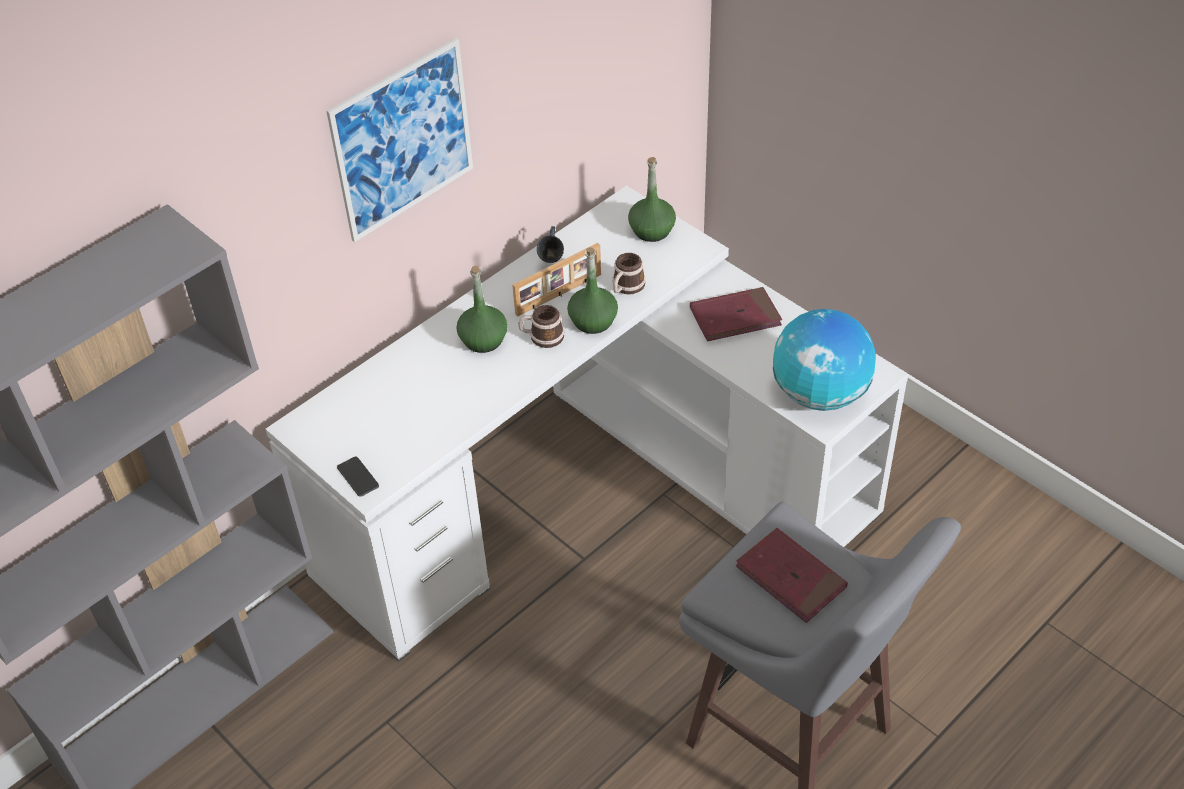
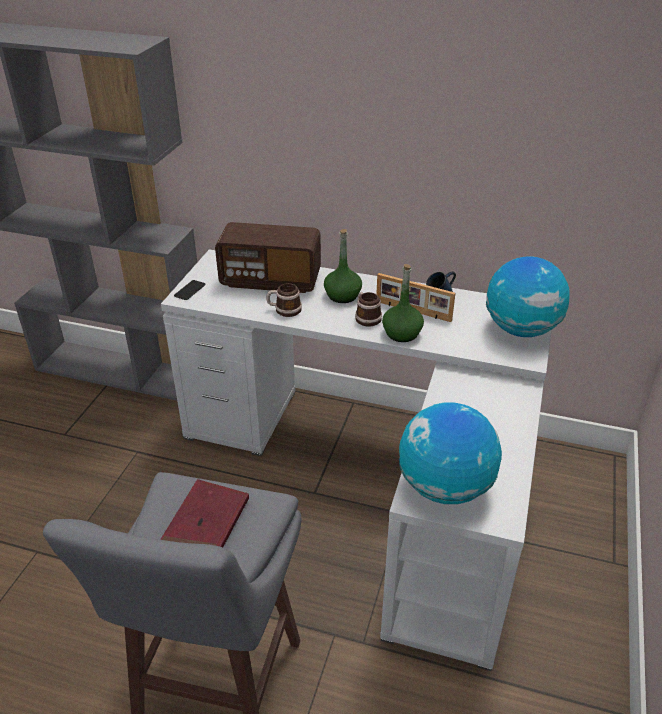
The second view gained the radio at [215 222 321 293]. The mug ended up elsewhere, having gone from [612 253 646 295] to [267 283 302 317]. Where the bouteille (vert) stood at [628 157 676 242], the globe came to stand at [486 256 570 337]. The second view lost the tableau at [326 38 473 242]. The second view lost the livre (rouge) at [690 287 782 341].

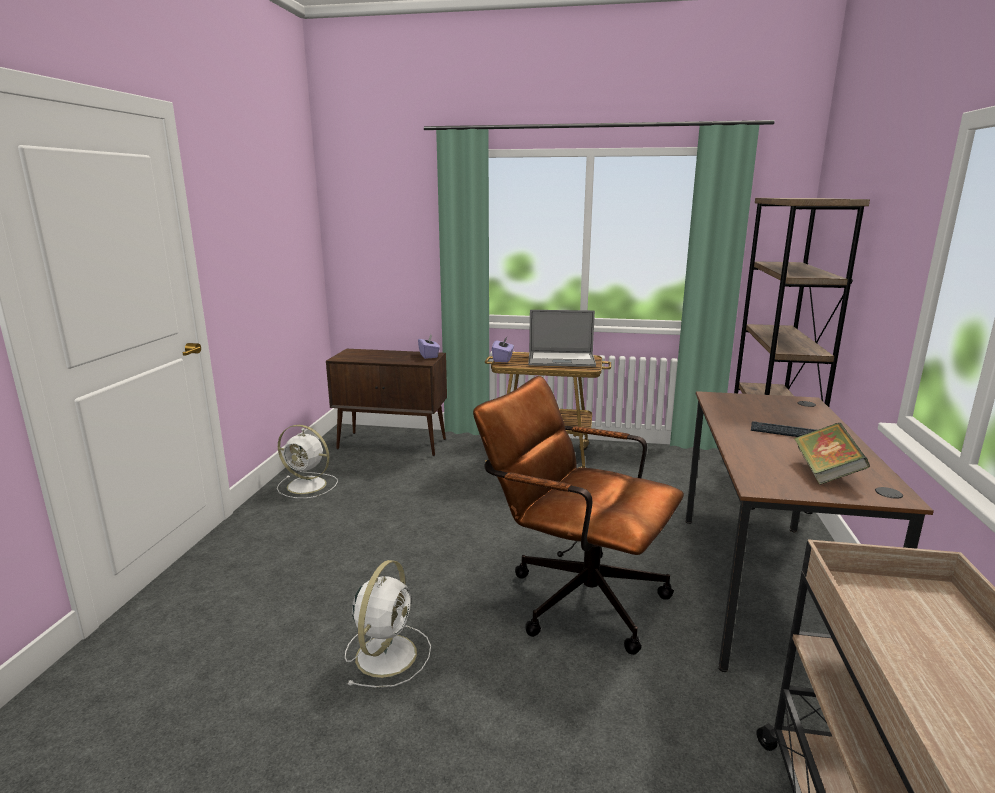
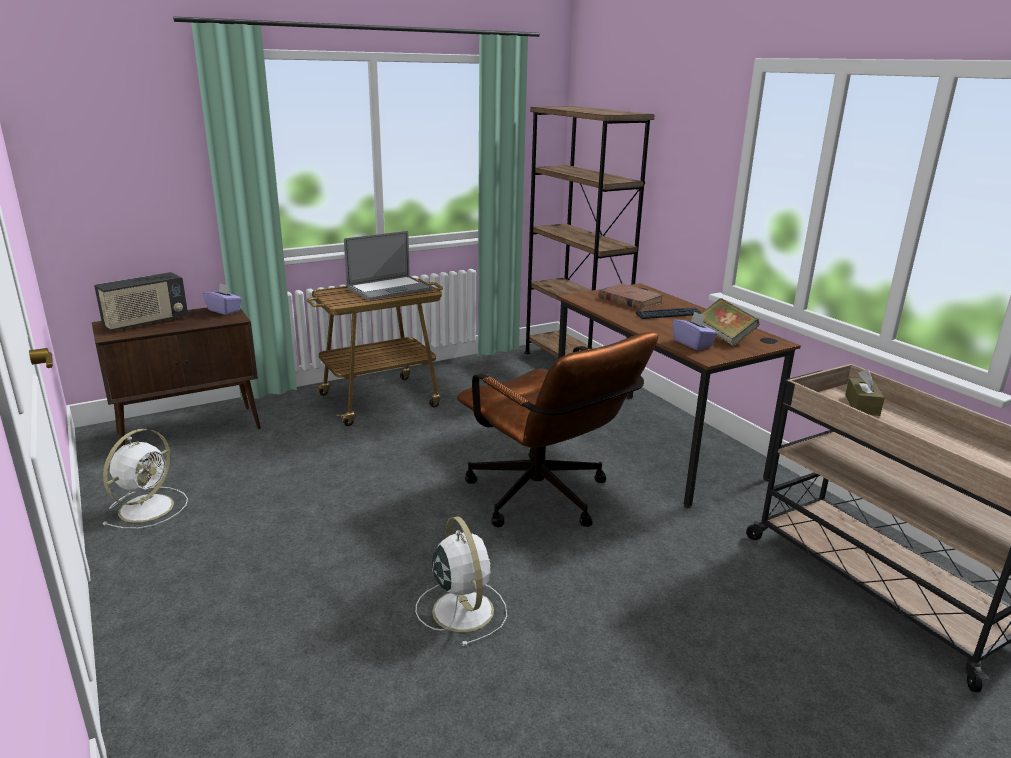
The second view gained the radio at [94 272 188 331]. The ventilateur (blanc) at [277 425 338 498] ended up facing another way, 45 degrees counterclockwise from before. The chaise de bureau (marron) at [473 376 684 655] ended up facing another way, 120 degrees counterclockwise from before. The second view gained the livre (marron) at [598 284 663 310]. The boîte à mouchoirs (violet) ended up elsewhere, having gone from [492 336 514 362] to [672 311 718 350]. The second view gained the boîte à mouchoirs (marron) at [845 369 885 416].

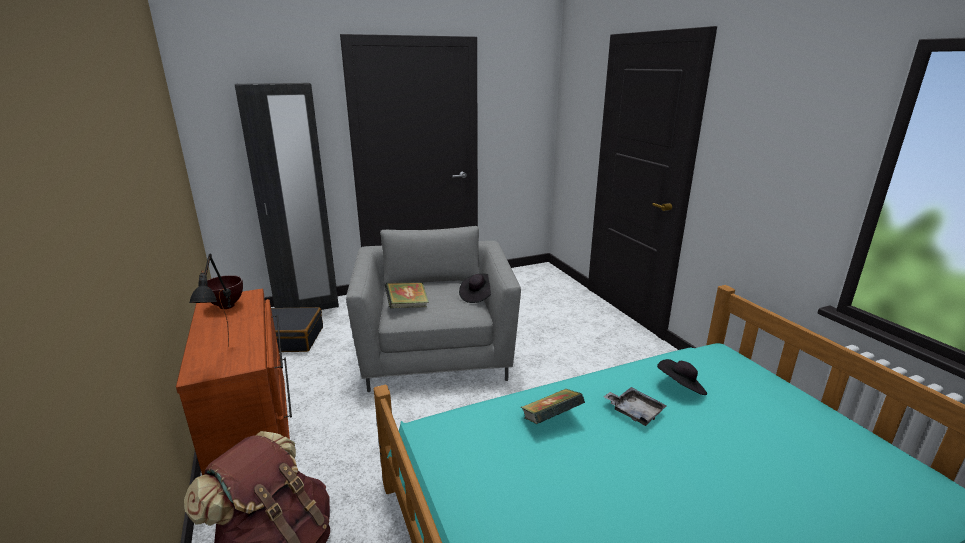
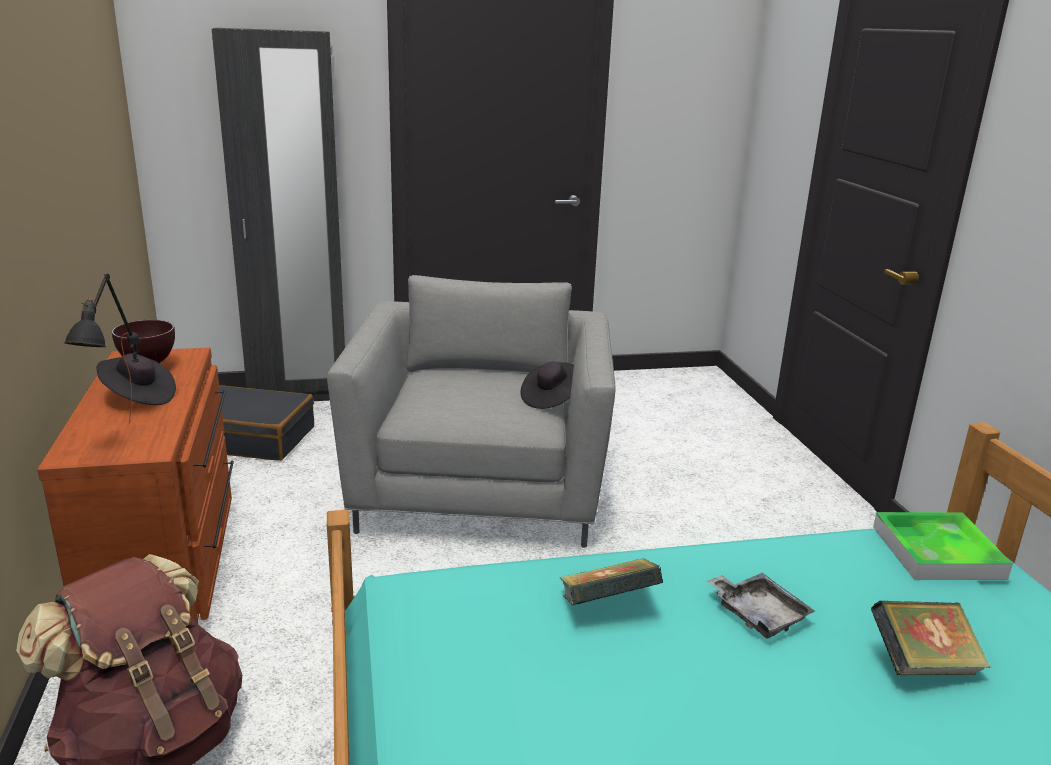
The chapeau (noir) ended up elsewhere, having gone from [657 359 707 395] to [97 353 176 405]. The livre ended up elsewhere, having gone from [385 282 429 308] to [871 601 991 675]. The second view gained the plateau at [873 512 1013 580].

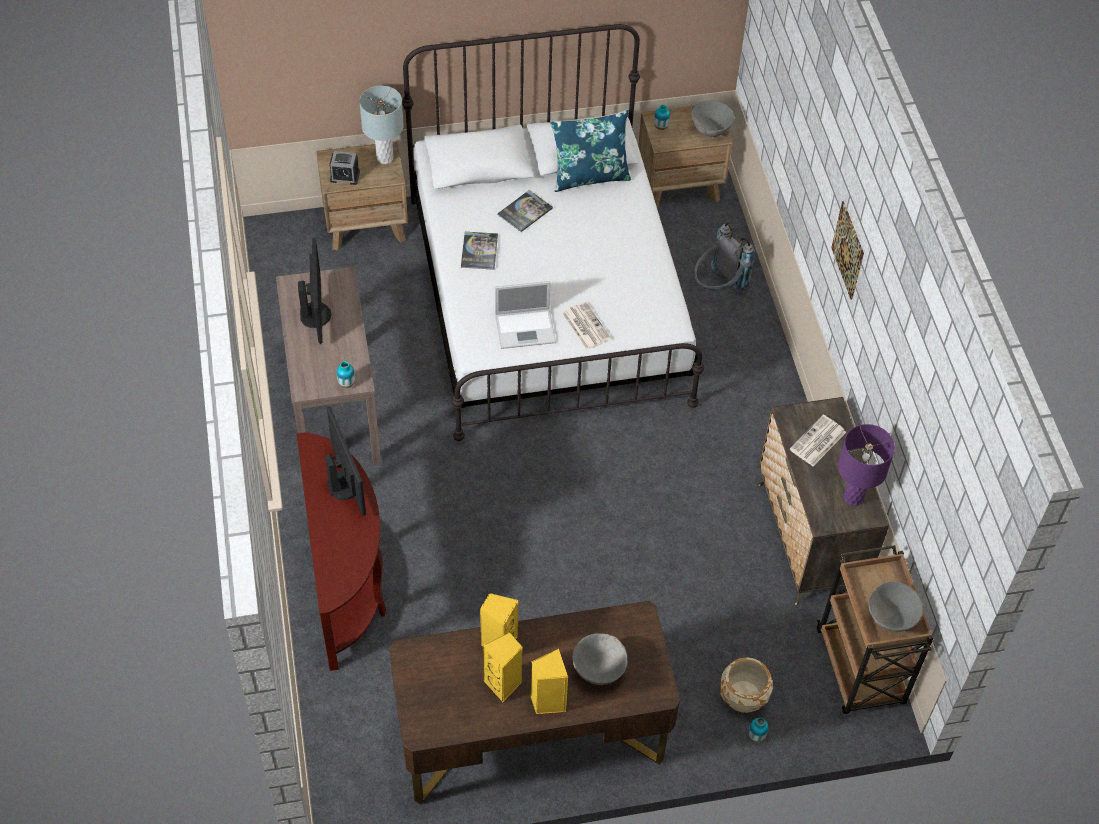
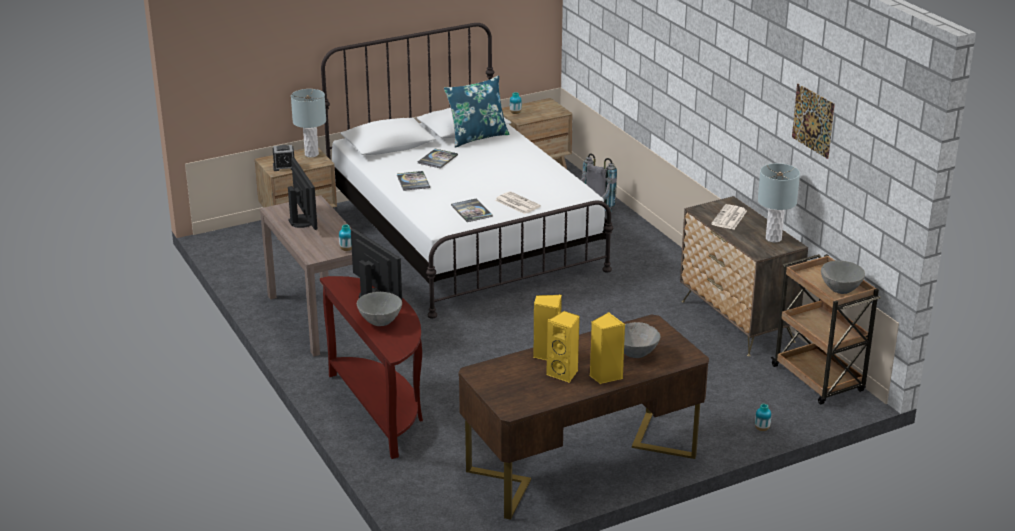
The bol (gris) ended up elsewhere, having gone from [691 100 734 137] to [357 292 402 326]. Where the ordinateur portable stood at [495 281 556 349], the livre came to stand at [451 198 493 222]. What was the lampe de table (violet) at [838 424 895 506] turned into the lampe de table (gris) at [758 163 800 242]. The tableau ended up elsewhere, having gone from [831 201 864 300] to [792 84 835 159]. The second view lost the cache-pot (beige) at [720 657 773 713].

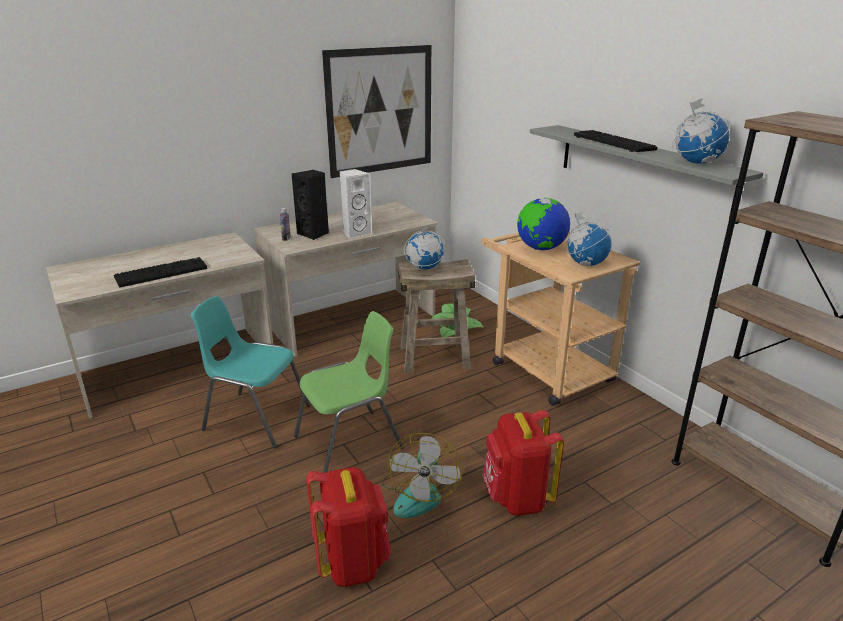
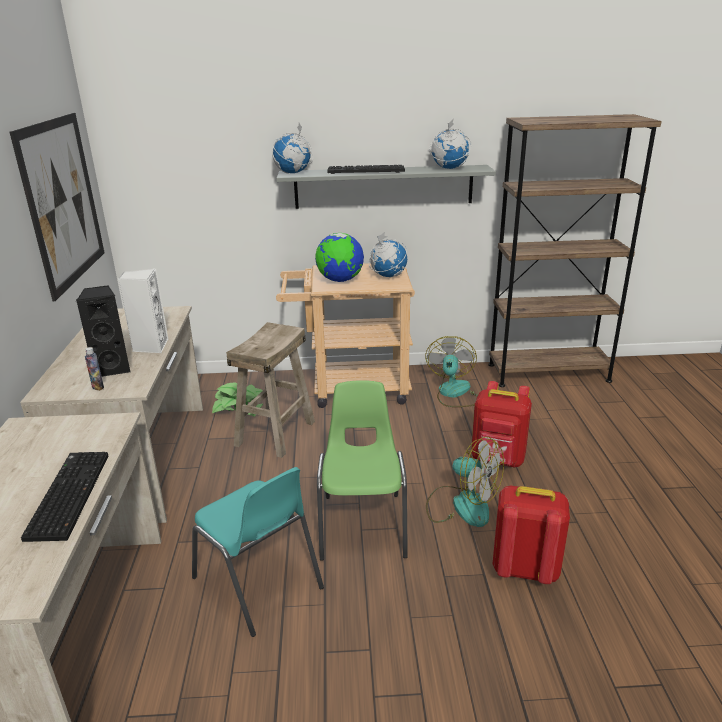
The chaise (turquoise) at [191 296 310 448] ended up facing another way, 90 degrees counterclockwise from before. The globe ended up elsewhere, having gone from [404 226 446 270] to [272 123 313 174]. The second view gained the ventilateur at [425 336 478 407].

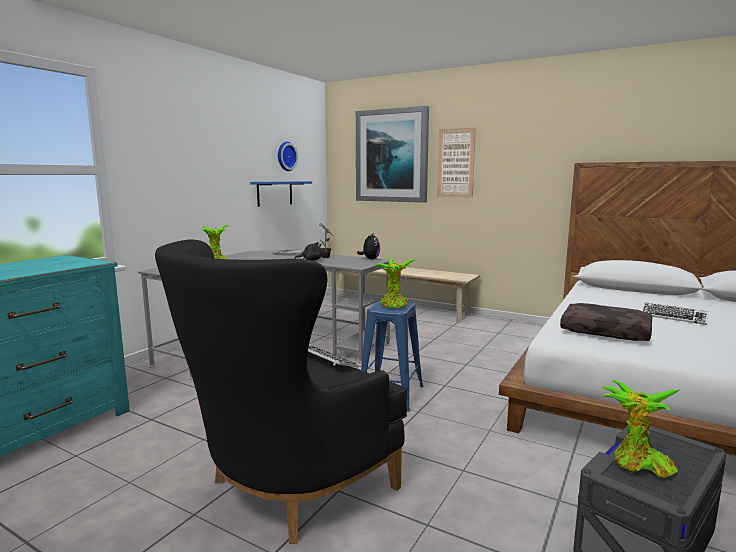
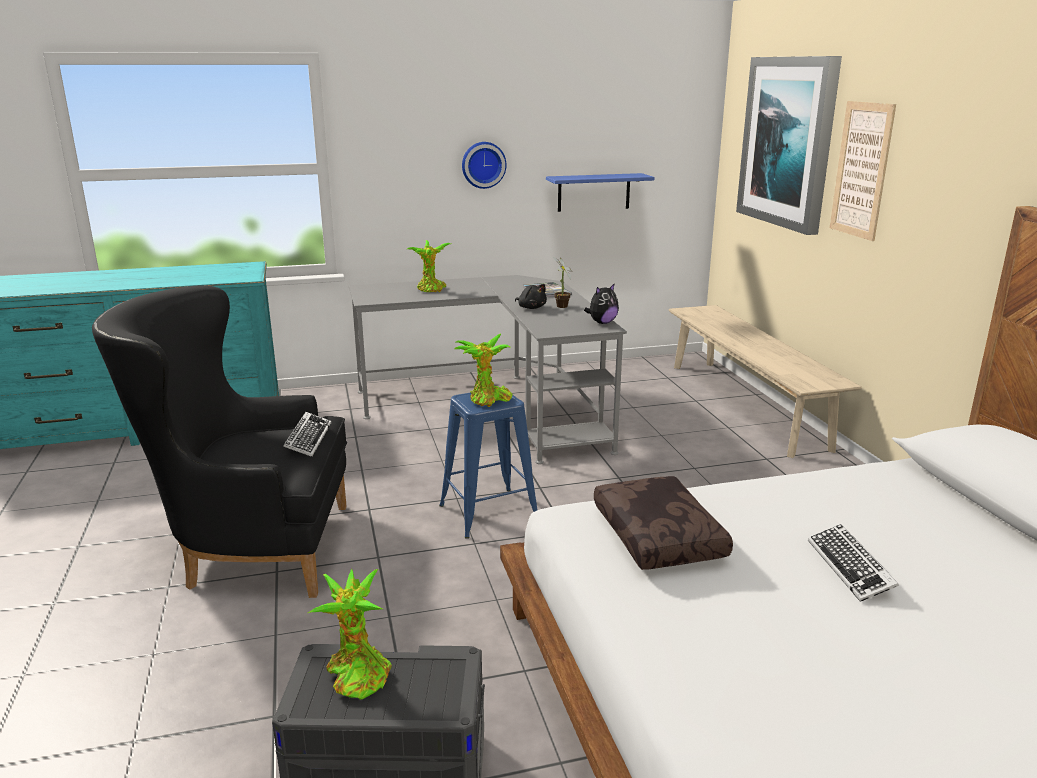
The horloge murale ended up elsewhere, having gone from [278 142 298 171] to [462 142 506 189].

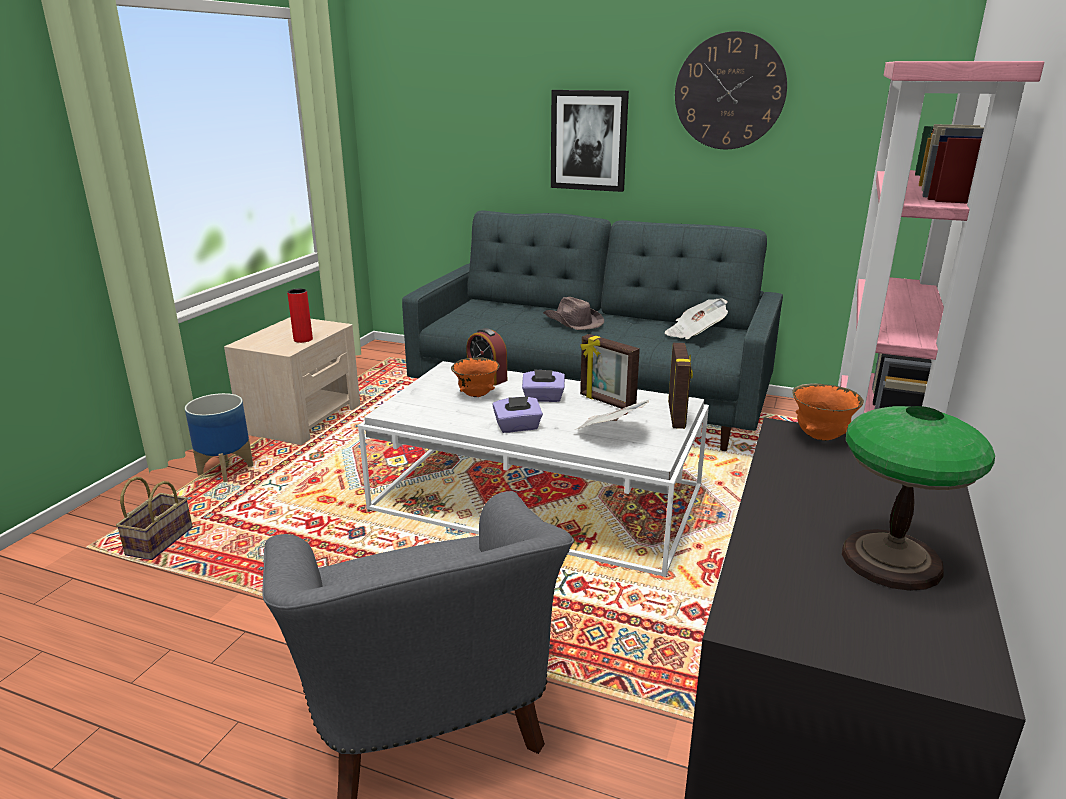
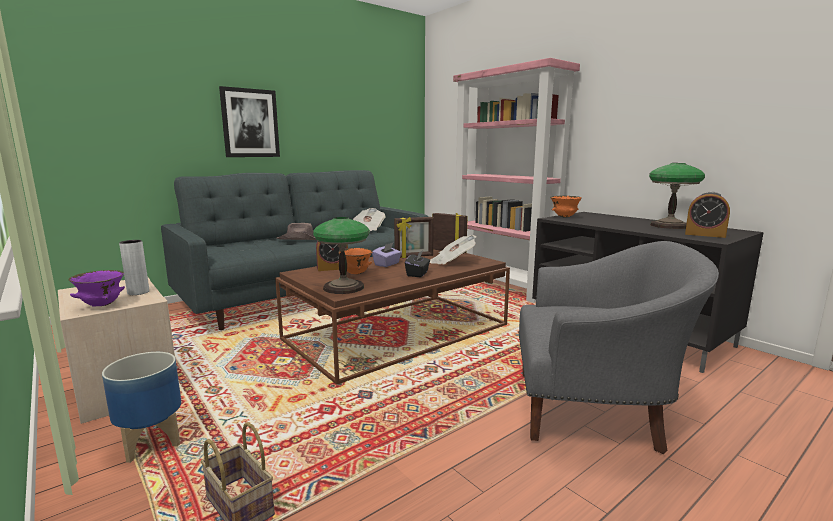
The second view gained the bol (violet) at [69 270 125 307]. What was the vase (rouge) at [287 289 313 343] turned into the vase (gris) at [119 240 149 295]. What was the table basse (blanc) at [358 361 709 577] turned into the table basse (marron) at [275 249 510 385]. The second view gained the lampe de table at [313 217 370 294]. What was the boîte à mouchoirs (violet) at [493 396 543 433] turned into the boîte à mouchoirs (noir) at [405 251 430 277]. The second view gained the réveil at [685 191 730 238]. The second view lost the horloge murale at [675 31 787 149].

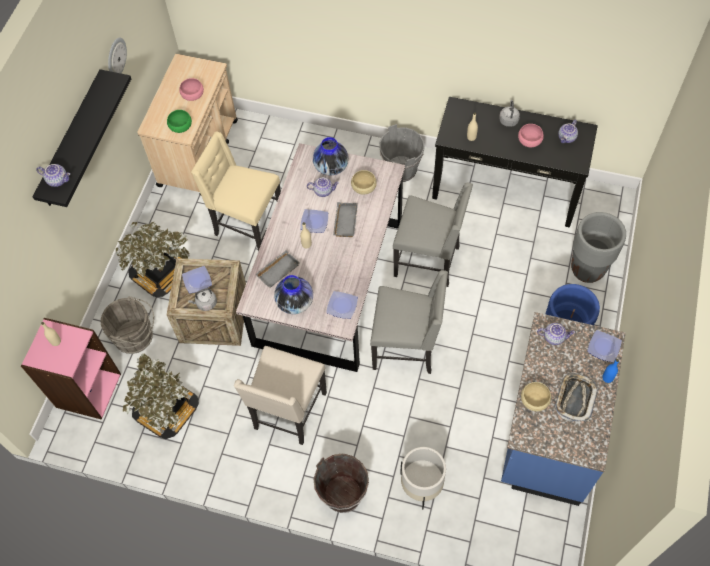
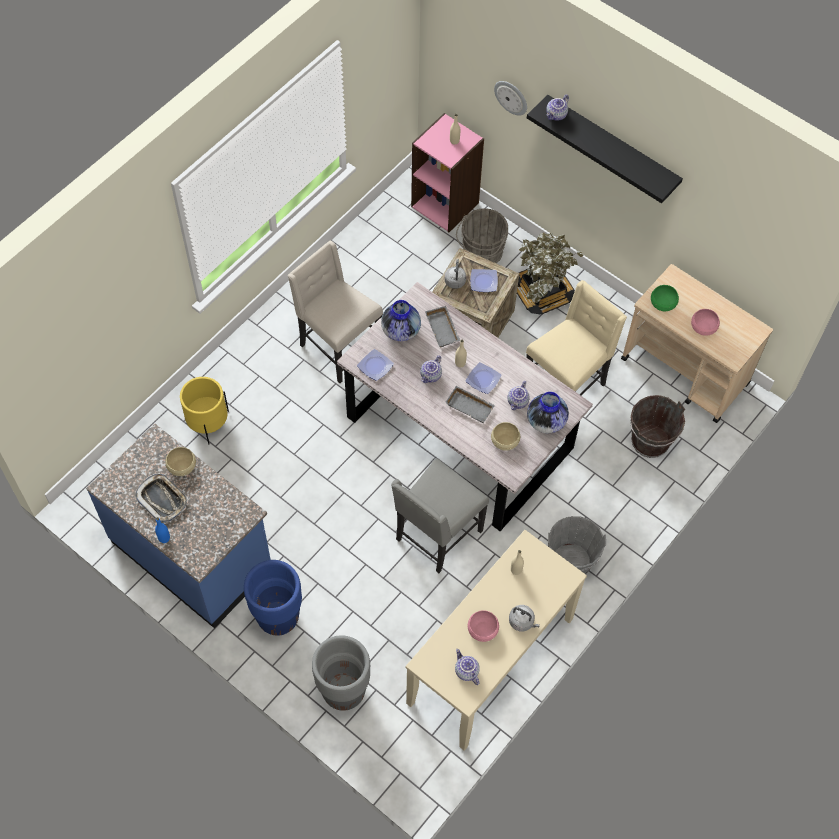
What was the cache-pot (blanc) at [400 447 446 509] turned into the cache-pot (jaune) at [180 377 229 444]. What was the table console (noir) at [432 97 598 228] turned into the table console (beige) at [406 530 587 751]. The théière ended up elsewhere, having gone from [537 323 575 345] to [420 355 442 383]. The horloge murale ended up elsewhere, having gone from [108 37 127 73] to [494 81 527 116]. The seau (marron) ended up elsewhere, having gone from [314 454 369 513] to [630 395 685 458]. The second view lost the plante en pot at [123 353 199 439]. The second view lost the chaise (gris) at [370 270 448 374]. The second view lost the assiette at [587 330 622 363].

